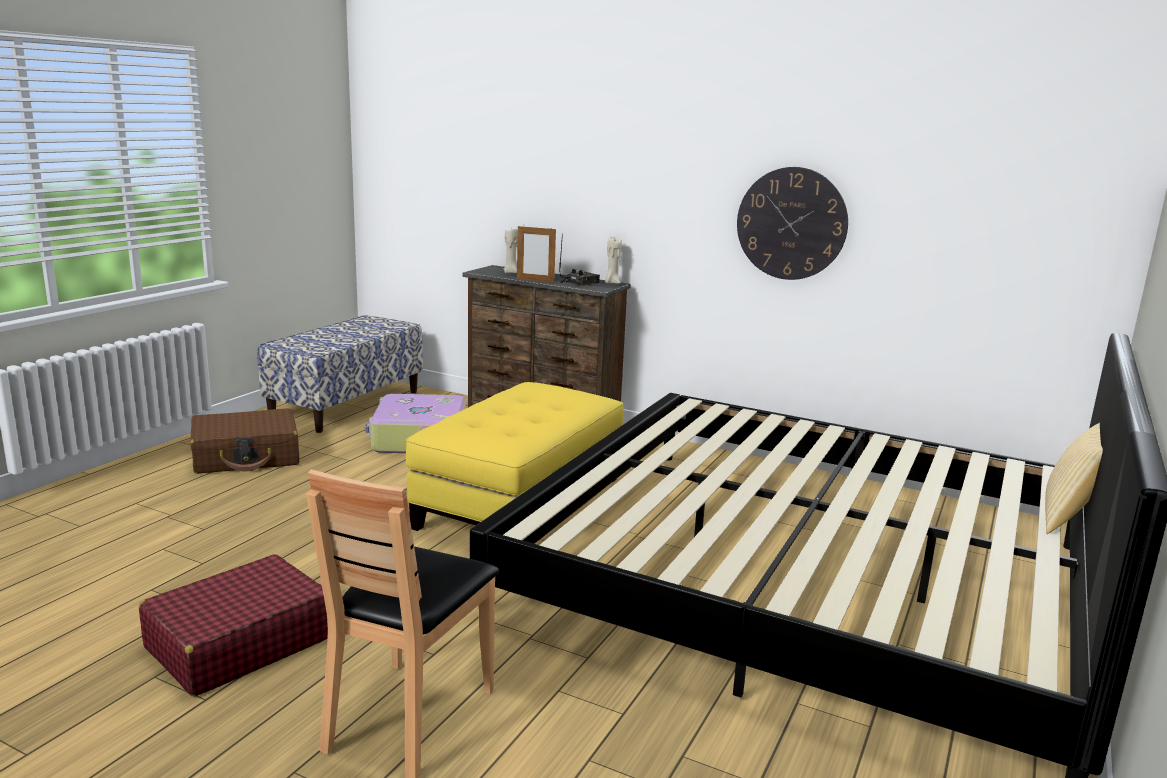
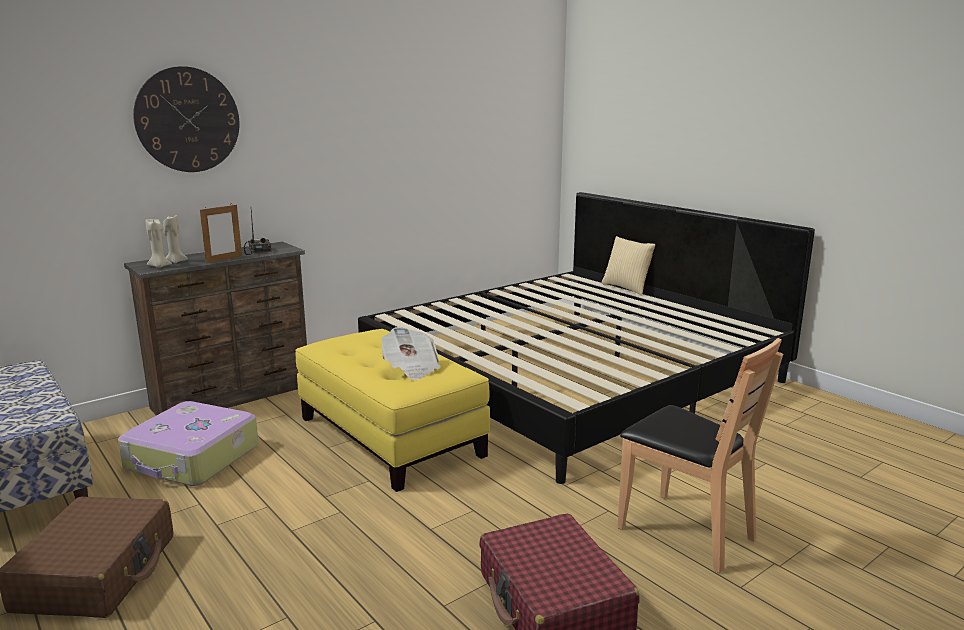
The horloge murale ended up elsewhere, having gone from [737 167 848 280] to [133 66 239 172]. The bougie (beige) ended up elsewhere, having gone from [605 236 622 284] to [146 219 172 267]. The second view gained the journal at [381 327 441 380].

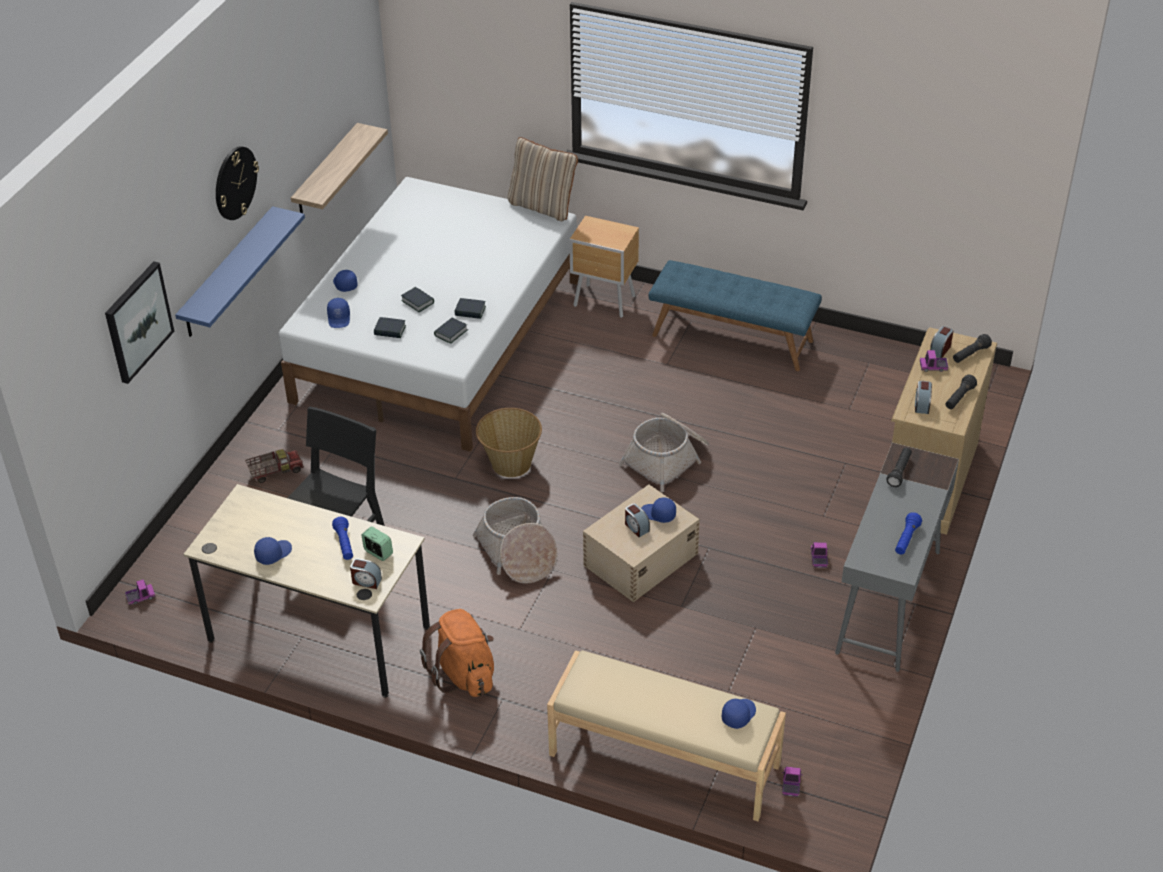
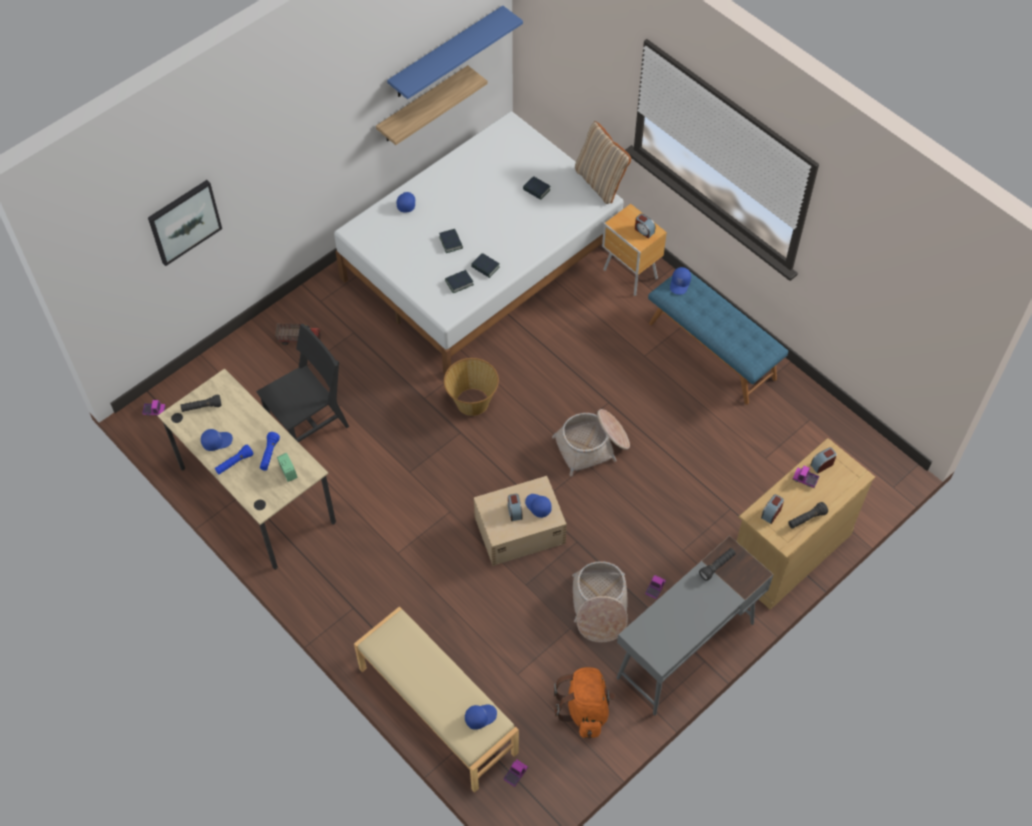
The lampe de poche (noir) ended up elsewhere, having gone from [953 334 992 363] to [181 394 222 412]. The lampe de poche (bleu) ended up elsewhere, having gone from [895 512 922 555] to [215 445 254 475]. The étagère (bleu) ended up elsewhere, having gone from [175 206 305 337] to [387 6 523 99]. The livre ended up elsewhere, having gone from [374 317 406 338] to [523 176 551 200]. The sac à dos (orange) ended up elsewhere, having gone from [420 609 494 697] to [554 667 616 738]. The panier ended up elsewhere, having gone from [473 497 557 584] to [572 561 628 643]. The réveil ended up elsewhere, having gone from [350 558 382 589] to [635 213 655 239]. The casquette (bleu) ended up elsewhere, having gone from [327 298 350 328] to [670 267 691 295]. The second view lost the horloge murale at [216 146 259 220].

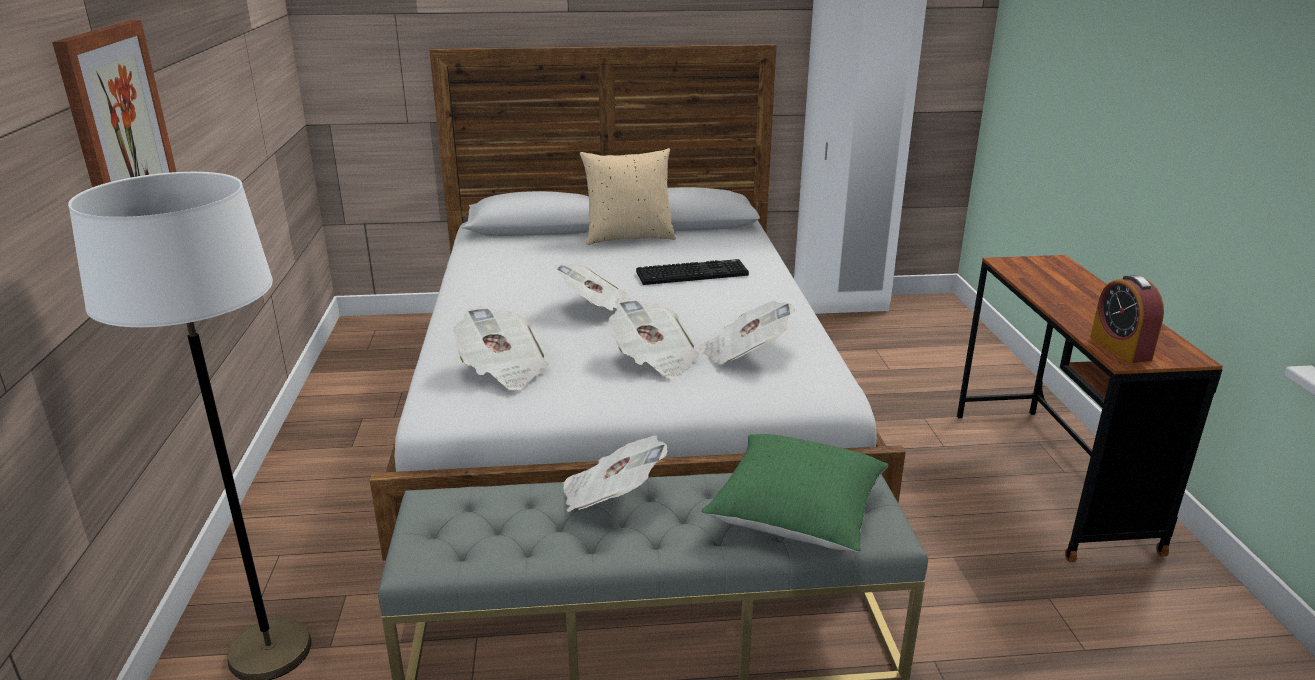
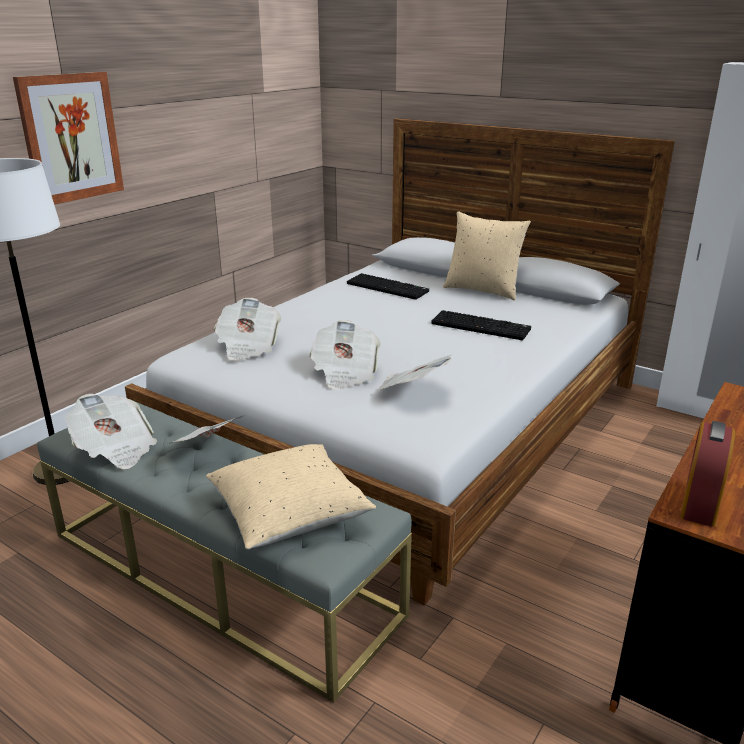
The journal ended up elsewhere, having gone from [555 264 628 311] to [65 393 157 469]. What was the coussin (vert) at [702 434 888 552] turned into the coussin (beige) at [206 444 376 549]. The second view gained the clavier at [347 273 429 300].

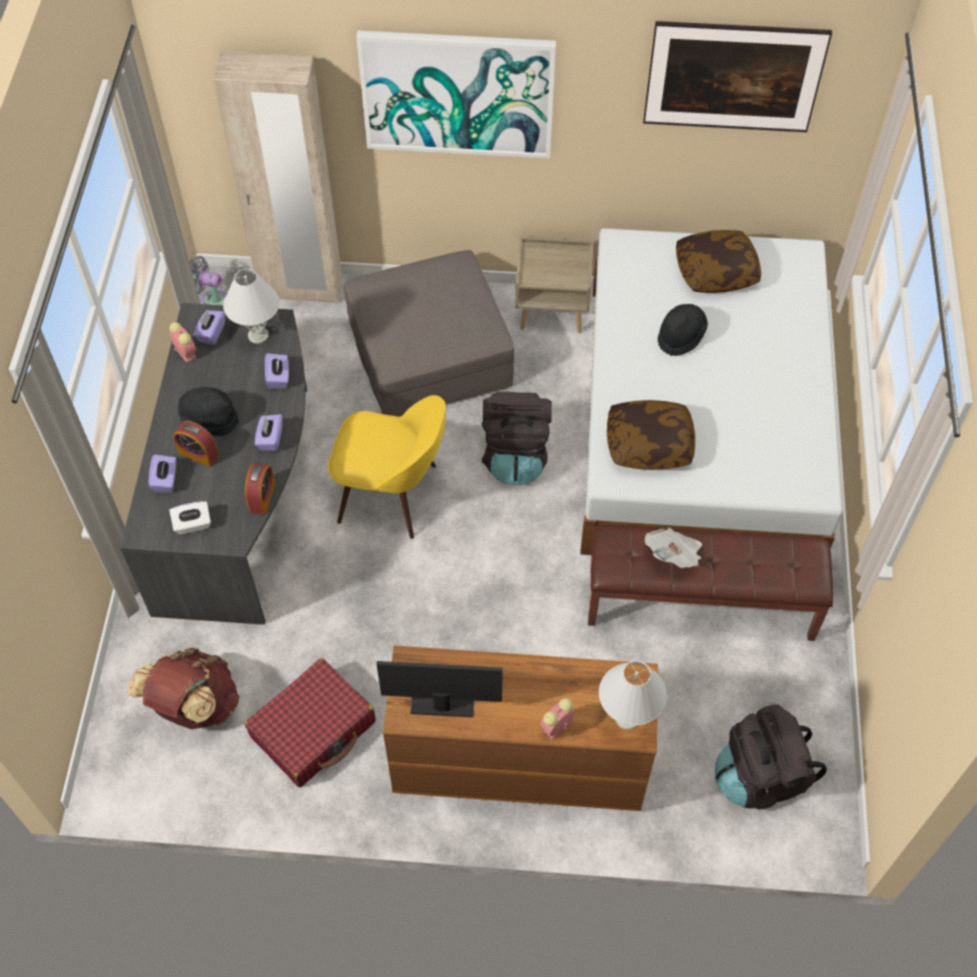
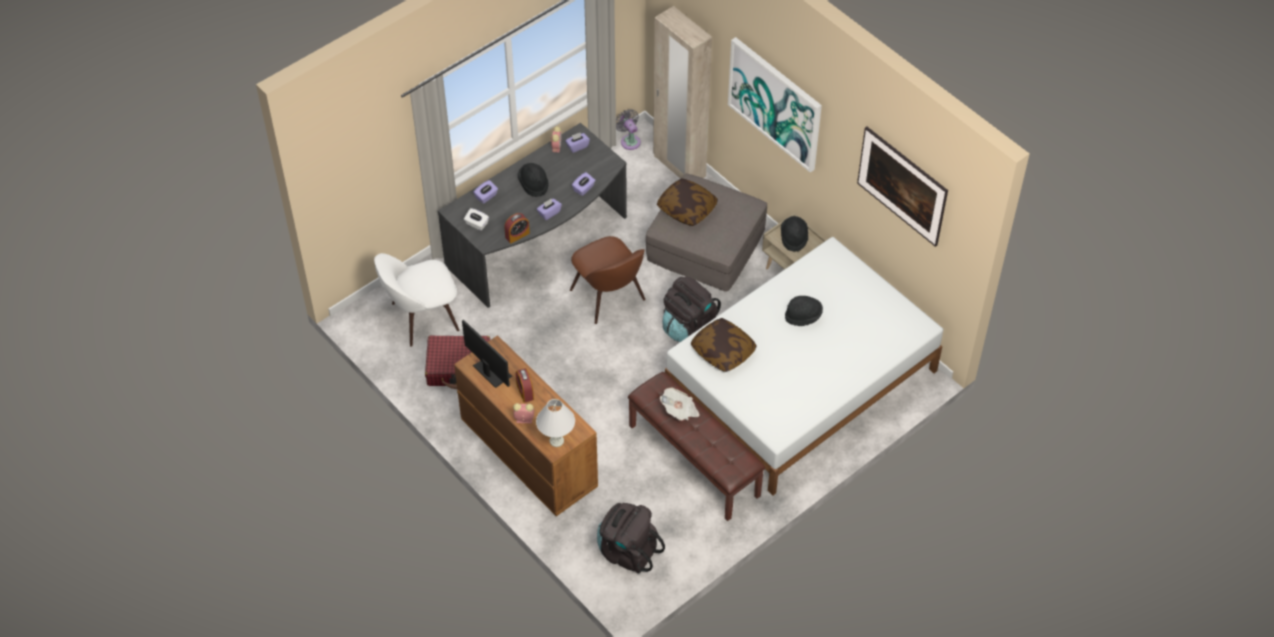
Where the sac à dos (marron) stood at [128 648 239 729], the chaise (blanc) came to stand at [374 253 459 347]. The réveil ended up elsewhere, having gone from [174 421 219 467] to [516 368 534 403]. What was the chaise (jaune) at [328 395 446 539] turned into the chaise (marron) at [570 236 646 324]. The coussin ended up elsewhere, having gone from [676 230 761 293] to [657 179 718 226]. The second view gained the chapeau (noir) at [781 216 808 252]. The second view lost the lampe de table (blanc) at [223 268 280 344].

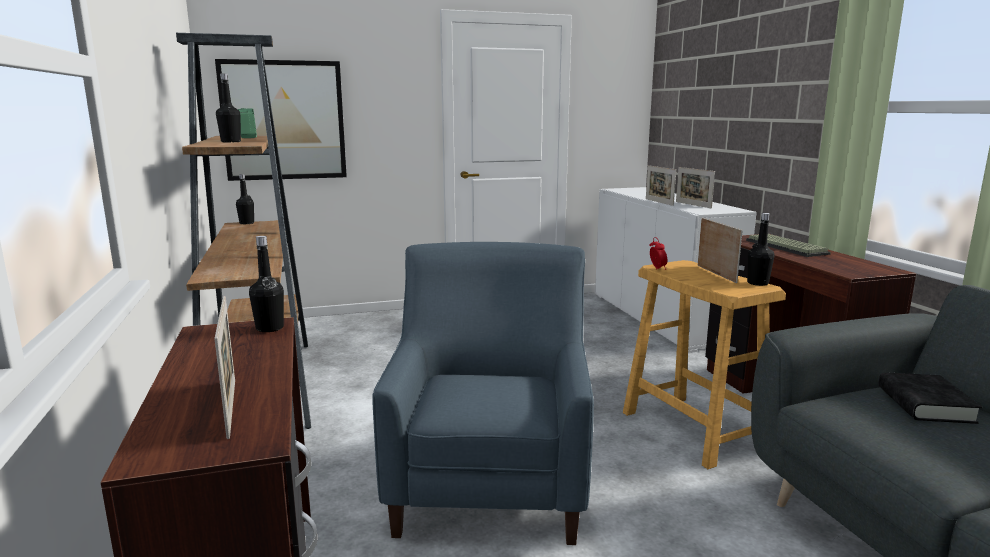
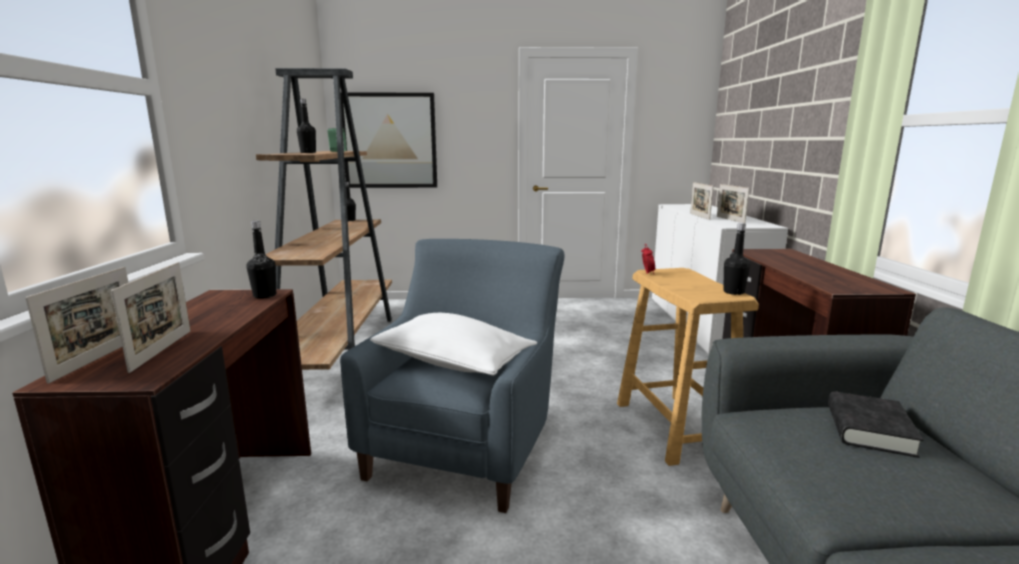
The cadre photo ended up elsewhere, having gone from [698 218 743 283] to [25 267 128 384]. The second view gained the coussin (blanc) at [370 313 537 376]. The second view lost the clavier at [746 234 831 257].

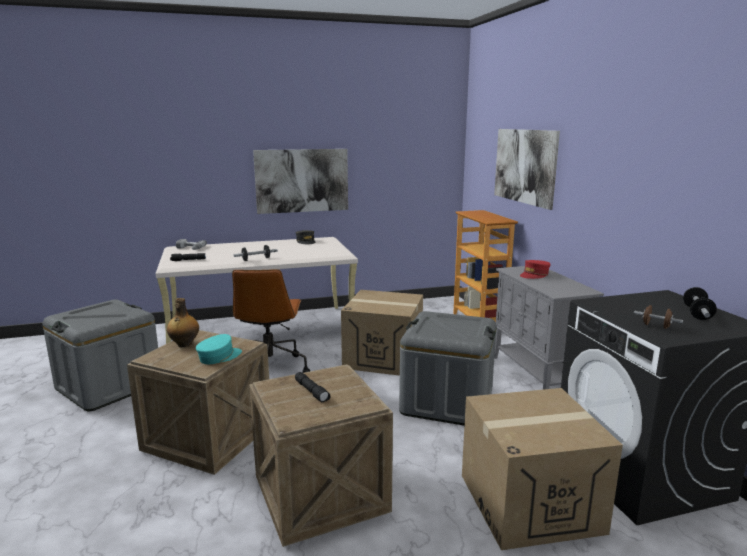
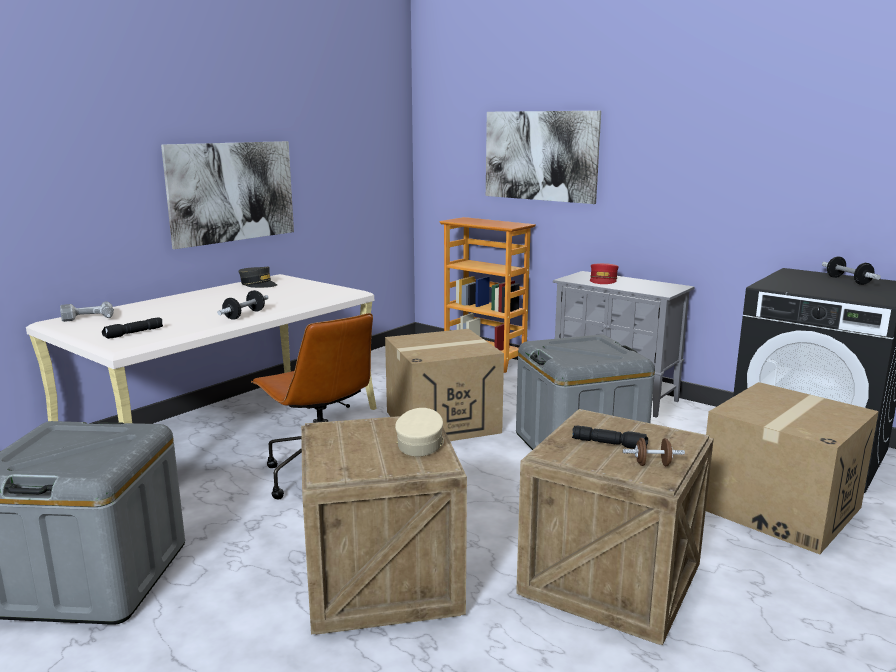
What was the casquette (turquoise) at [196 334 242 364] turned into the casquette (beige) at [395 408 444 456]. The haltère (marron) ended up elsewhere, having gone from [634 305 683 329] to [623 438 685 466]. The second view lost the bouteille at [167 298 199 347].

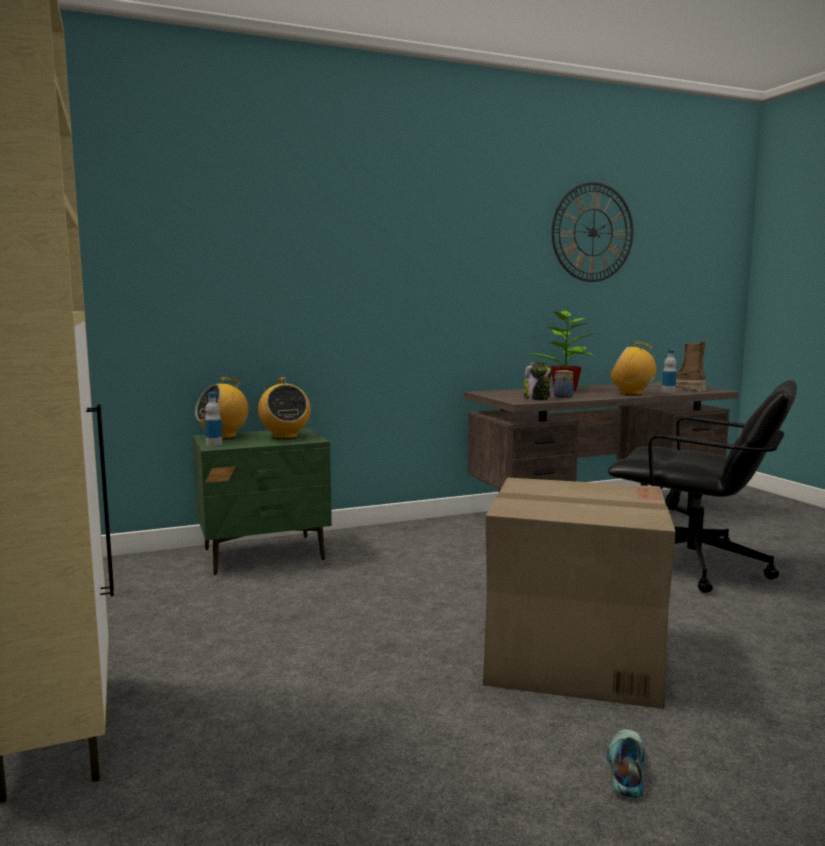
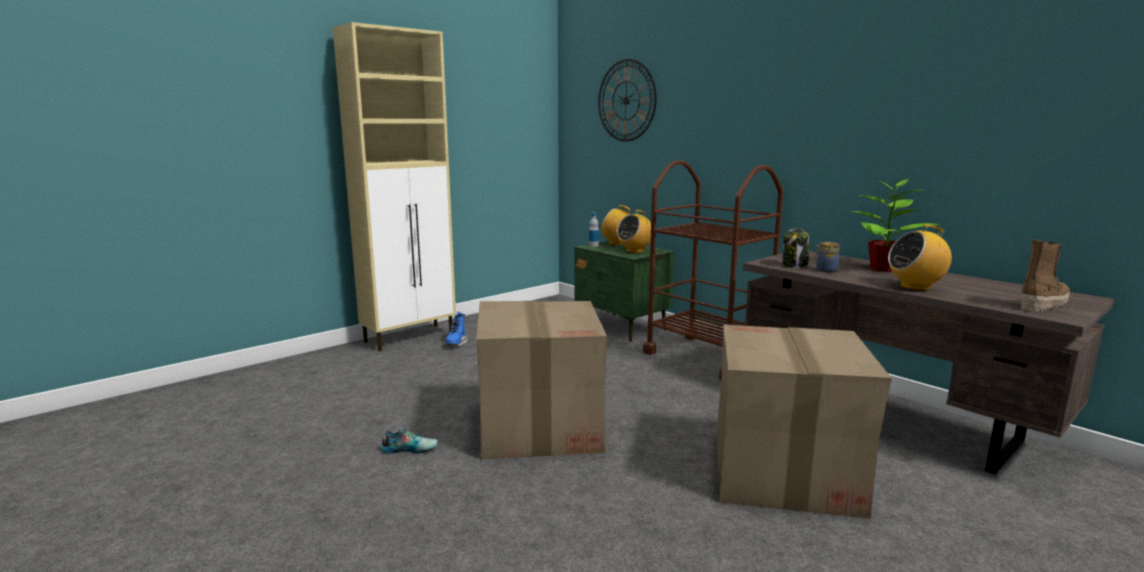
The second view gained the botte (bleu) at [444 312 467 347]. The horloge murale ended up elsewhere, having gone from [552 182 633 282] to [598 59 657 142]. The second view gained the chariot (marron) at [643 160 783 380]. Where the chaise de bureau (noir) stood at [608 380 797 593], the carton came to stand at [716 324 892 519]. The radio at [609 342 658 395] ended up facing another way, 105 degrees counterclockwise from before. The second view lost the bouteille at [662 349 677 393].

